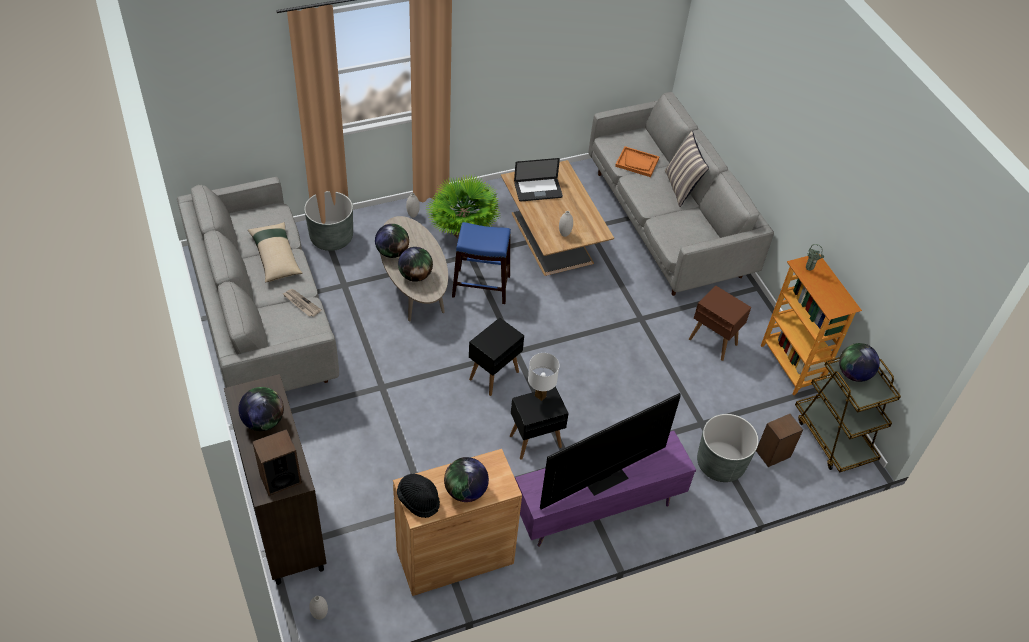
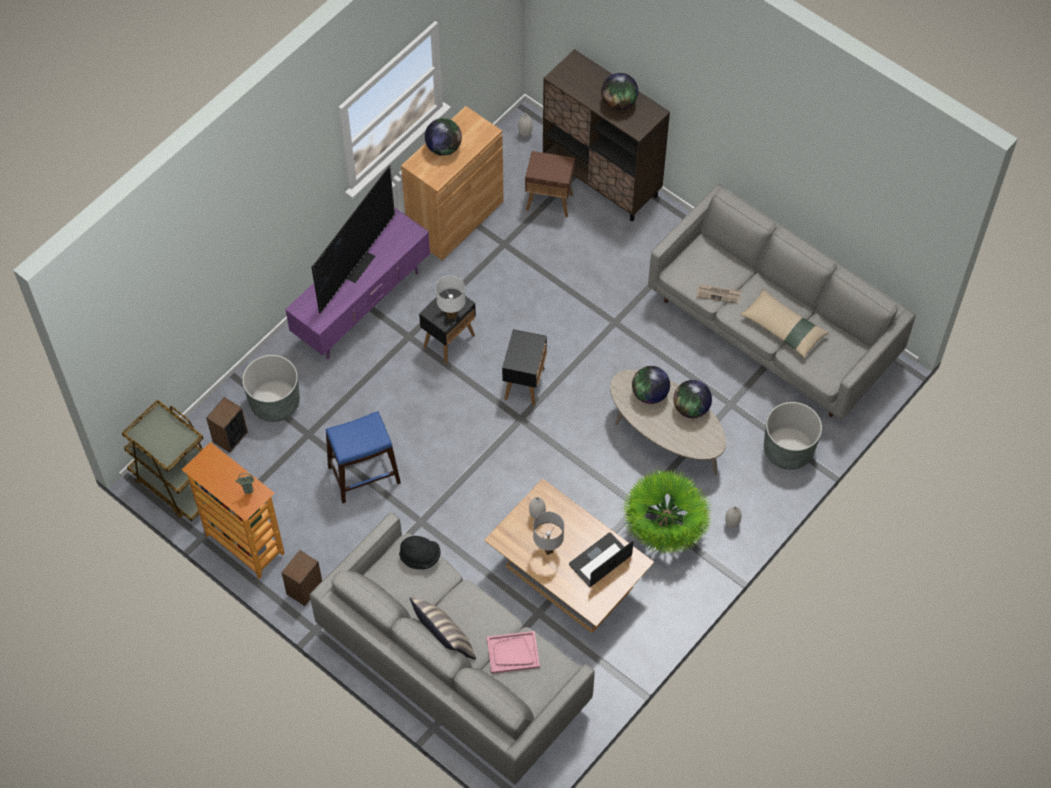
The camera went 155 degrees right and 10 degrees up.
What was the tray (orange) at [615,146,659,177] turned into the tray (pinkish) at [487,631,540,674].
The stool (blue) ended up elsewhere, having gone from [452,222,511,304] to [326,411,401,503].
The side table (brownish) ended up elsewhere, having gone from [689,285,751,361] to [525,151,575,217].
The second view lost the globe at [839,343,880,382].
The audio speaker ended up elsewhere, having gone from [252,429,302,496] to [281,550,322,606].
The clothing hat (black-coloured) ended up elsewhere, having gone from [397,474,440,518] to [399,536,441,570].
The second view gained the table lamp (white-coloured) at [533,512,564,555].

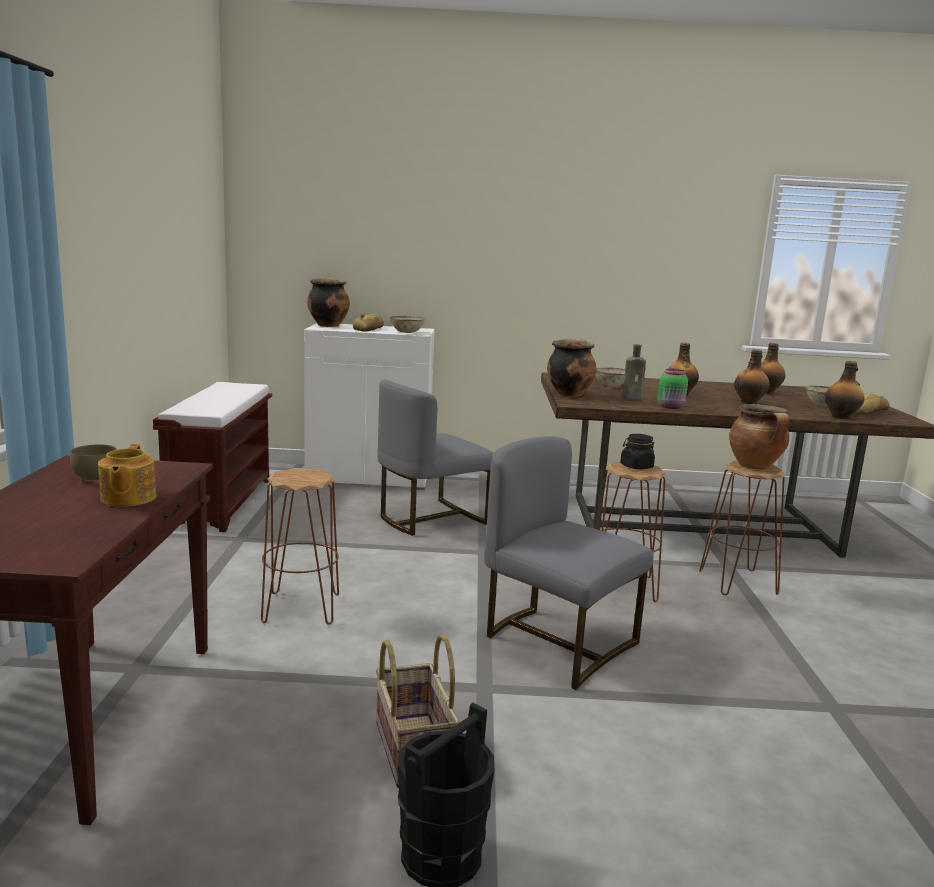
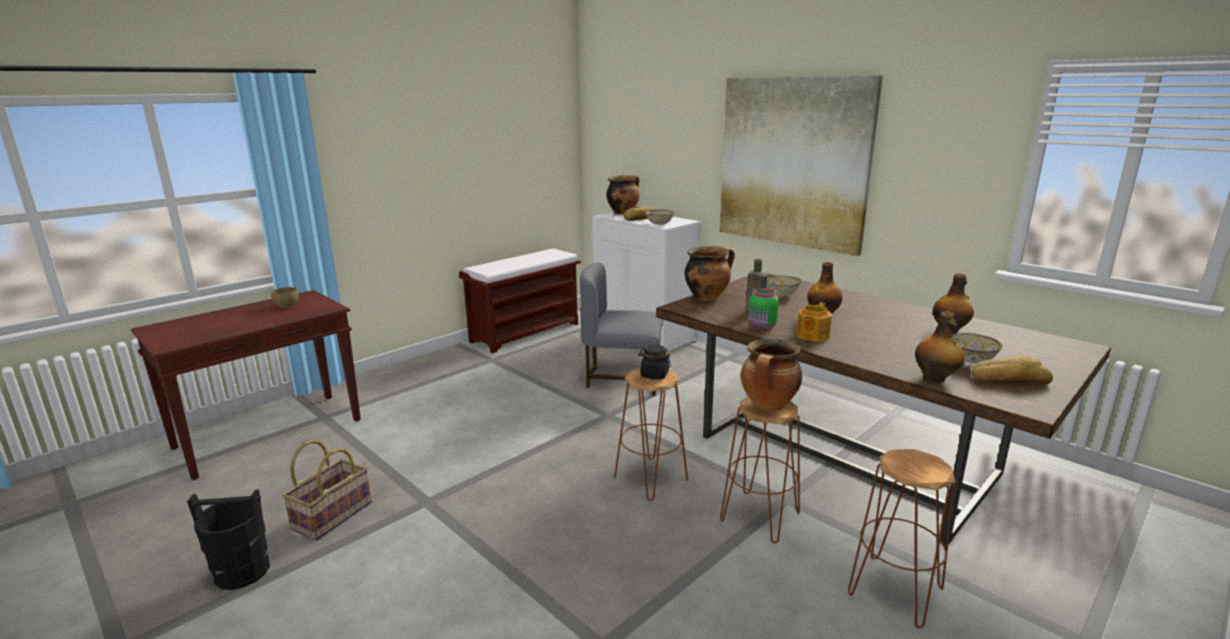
The camera went 45 degrees right and 5 degrees up.
The second view lost the drink bottle at [734,349,770,404].
The second view lost the plain chair (greyish) at [485,436,653,690].
The tea pot ended up elsewhere, having gone from [98,444,157,507] to [796,302,832,342].
The stool (brownish) ended up elsewhere, having gone from [261,468,339,625] to [848,449,956,628].
The second view gained the picture at [720,75,883,256].

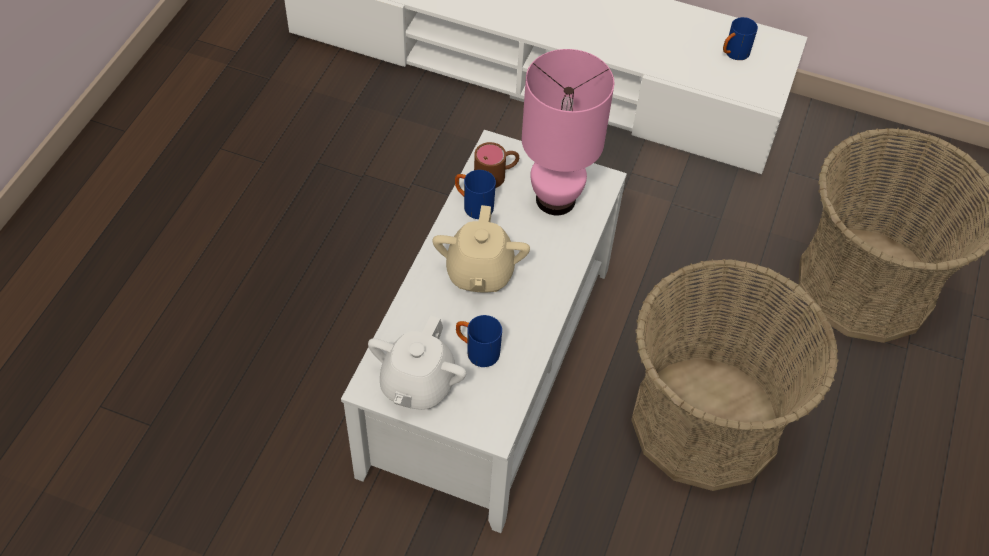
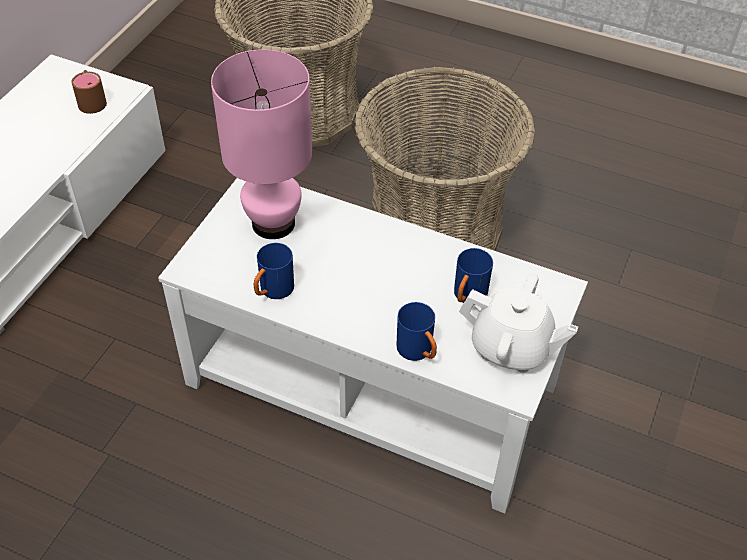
The camera went 85 degrees left and 5 degrees down.
The tea mug (blue) ended up elsewhere, having gone from [723,17,758,60] to [396,302,437,361].
The tea mug (brownish) ended up elsewhere, having gone from [474,142,519,188] to [72,70,107,114].
The second view lost the tea pot (beige) at [432,205,530,292].

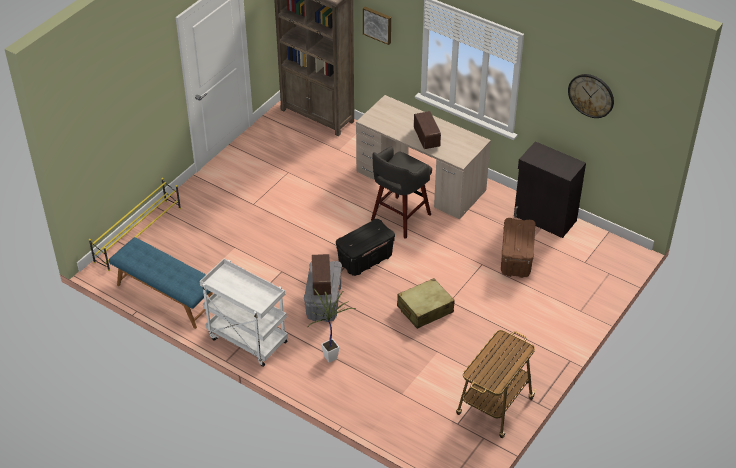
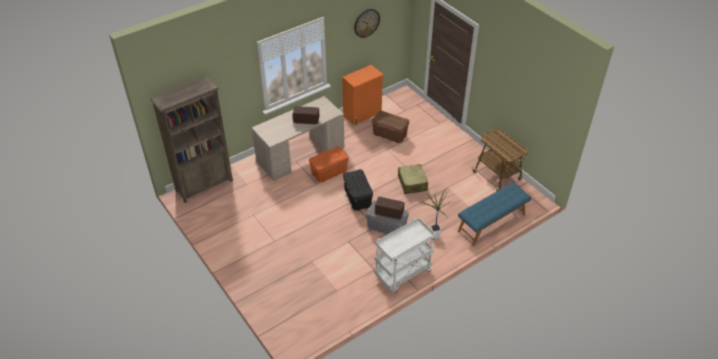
The camera went 70 degrees left and 0 degrees up.
The second view lost the picture at [363,7,391,45].
What was the storage cabinet (black-coloured) at [514,141,586,238] turned into the storage cabinet (orange) at [342,65,384,125].
Where the stool (greyish) stood at [371,146,432,239], the storage container (orange) came to stand at [309,146,349,182].
The second view lost the shoe stand (yellow) at [89,178,181,271].
The indoor bench (blue) ended up elsewhere, having gone from [109,237,213,329] to [458,183,531,246].

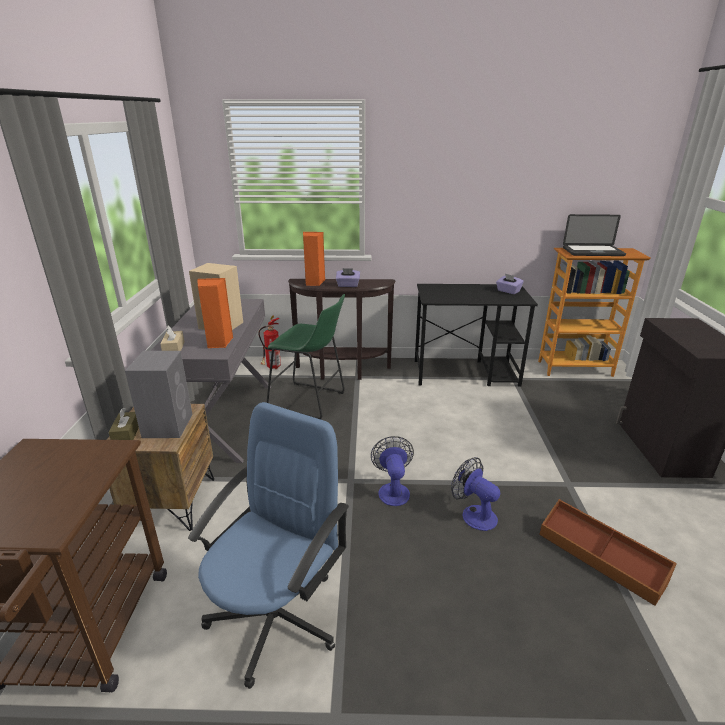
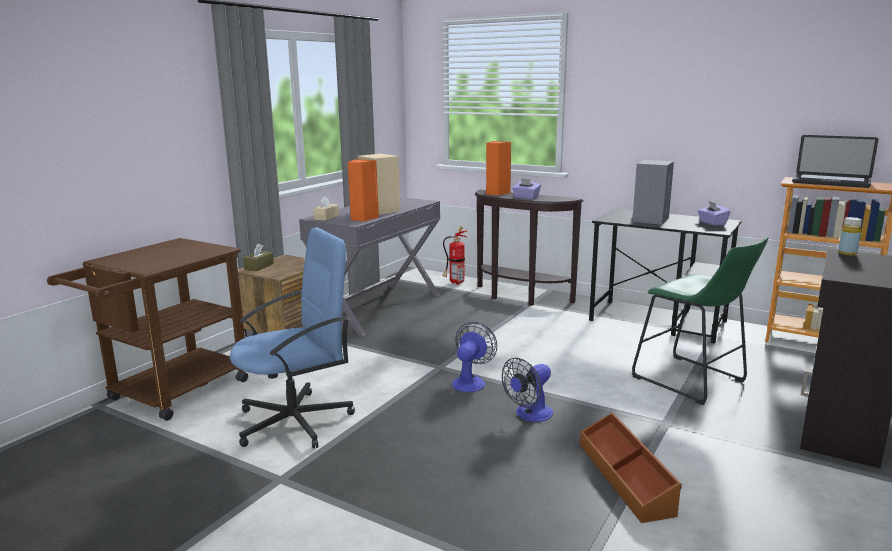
The camera went 30 degrees right and 10 degrees down.
The stool (greenish) ended up elsewhere, having gone from [267,294,345,419] to [632,237,769,405].
The audio speaker (greyish) ended up elsewhere, having gone from [125,351,193,438] to [632,160,674,225].
The electric fan at [451,457,500,531] ended up facing another way, 120 degrees counterclockwise from before.
The second view gained the drink bottle (yellow) at [838,217,862,255].

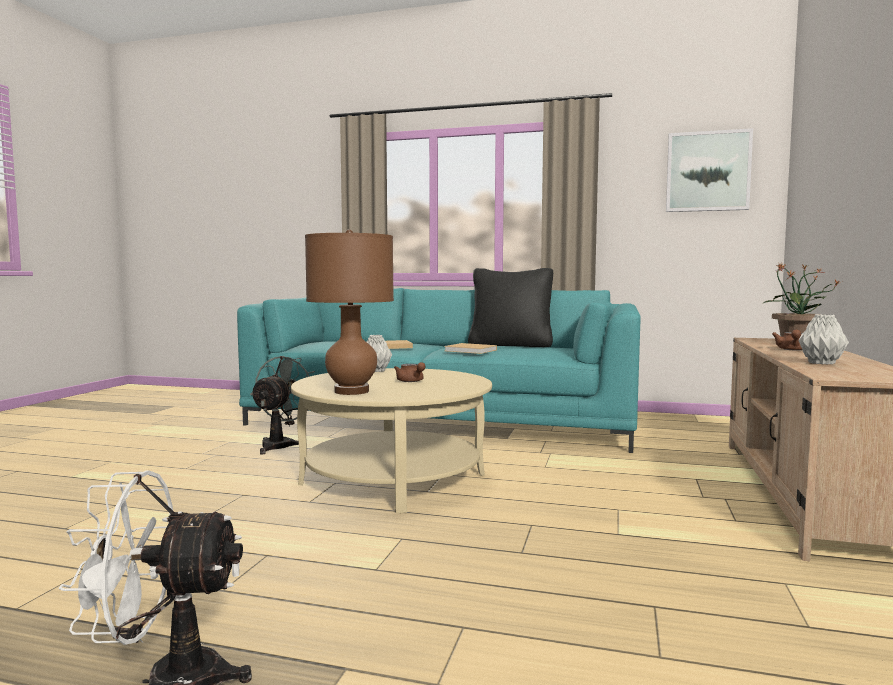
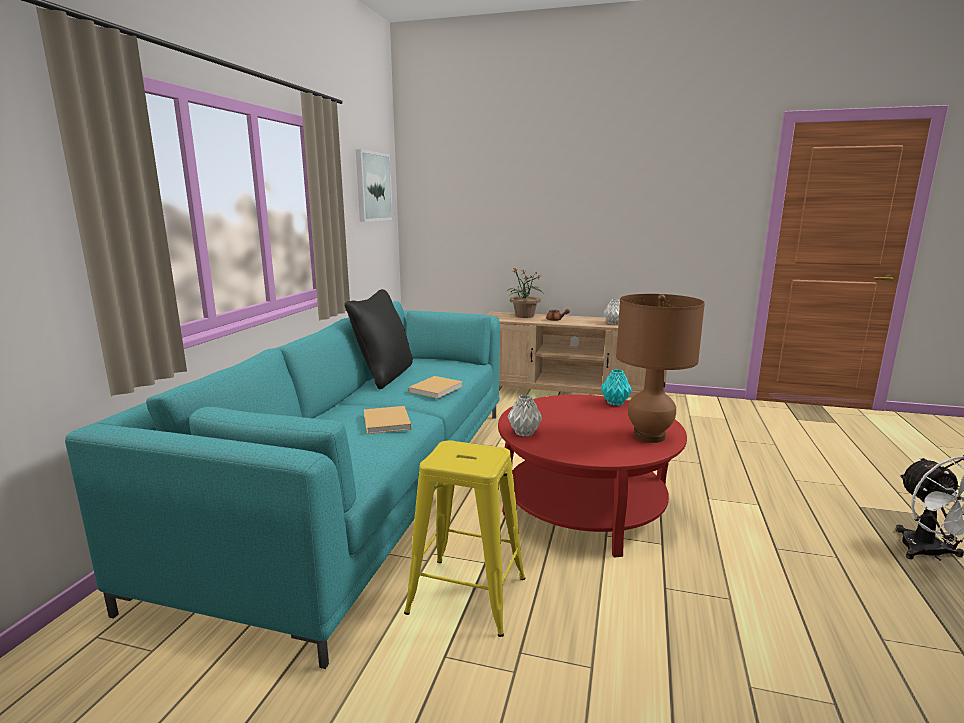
The camera went 90 degrees left and 10 degrees up.
Where the electric fan (greyish) stood at [250,356,315,454], the stool (yellow) came to stand at [404,440,525,637].
The second view lost the tea pot (brownish) at [394,362,425,382].
What was the coffee table (beige) at [291,368,492,513] turned into the coffee table (red) at [498,395,687,558].
The second view gained the vase (turquoise-coloured) at [601,369,632,406].

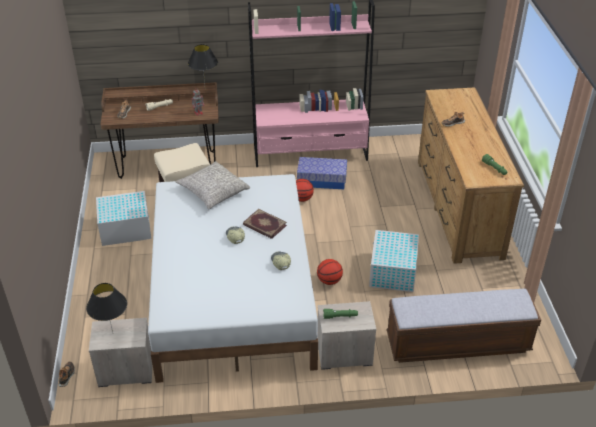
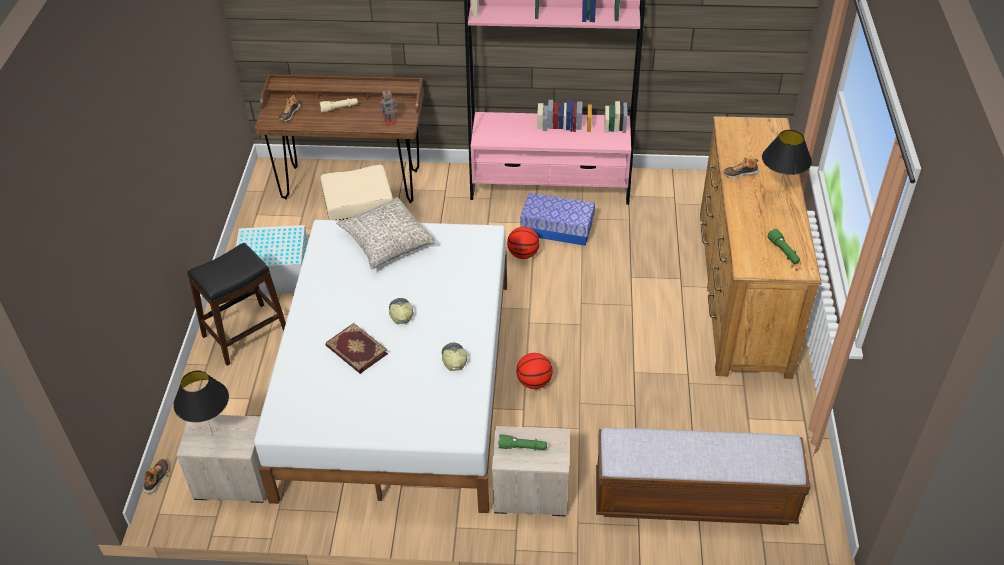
The camera went 10 degrees right and 5 degrees up.
The table lamp (black-coloured) ended up elsewhere, having gone from [188,44,218,83] to [762,130,812,198].
The volume ended up elsewhere, having gone from [243,209,287,239] to [326,323,388,374].
The second view lost the storage container (white-coloured) at [369,230,419,292].
The second view gained the stool (black-coloured) at [187,243,286,366].

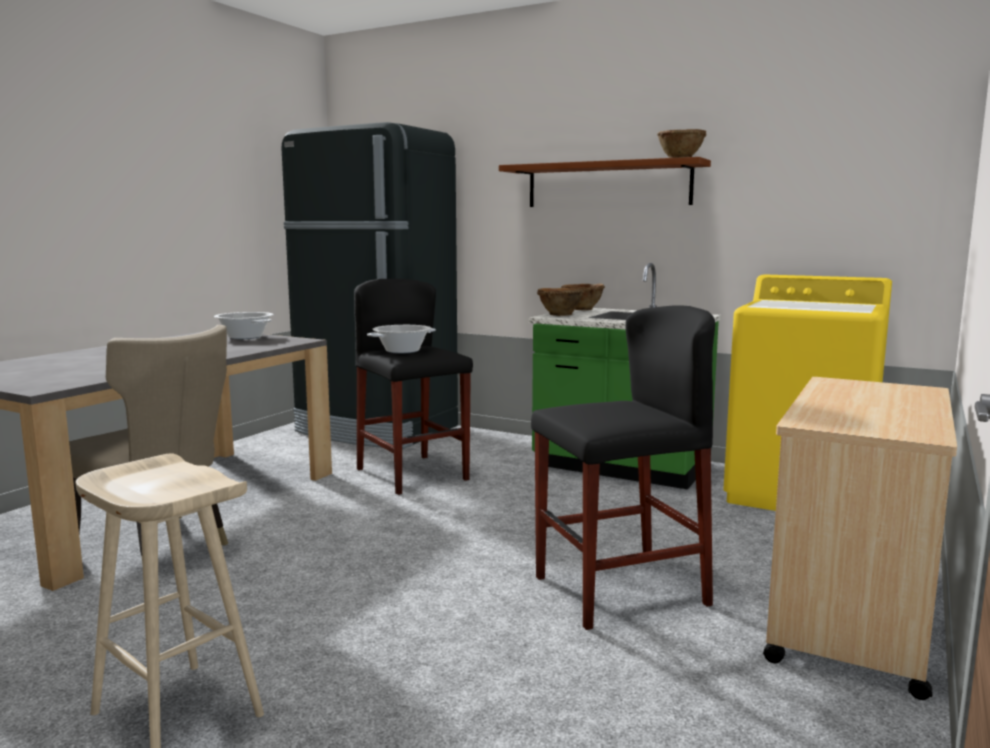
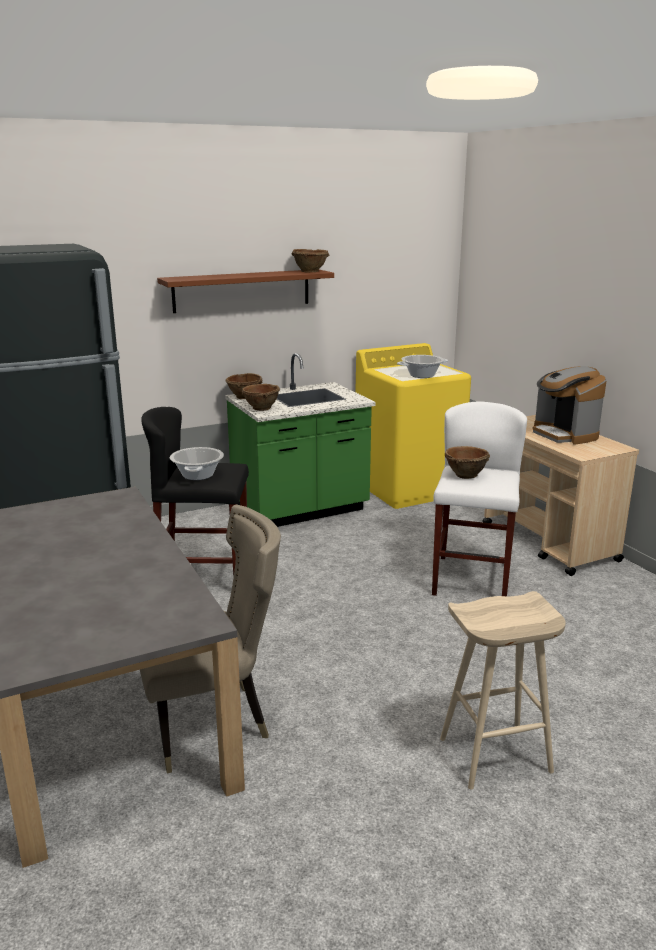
The camera went 55 degrees left and 10 degrees up.
What was the stool (black-coloured) at [531,305,715,630] turned into the stool (white-coloured) at [432,402,527,596].
The cooking pot ended up elsewhere, having gone from [214,312,274,339] to [397,355,448,378].
The second view gained the coffee maker at [533,366,607,445].
The second view gained the serving bowl (brownish) at [445,446,490,479].

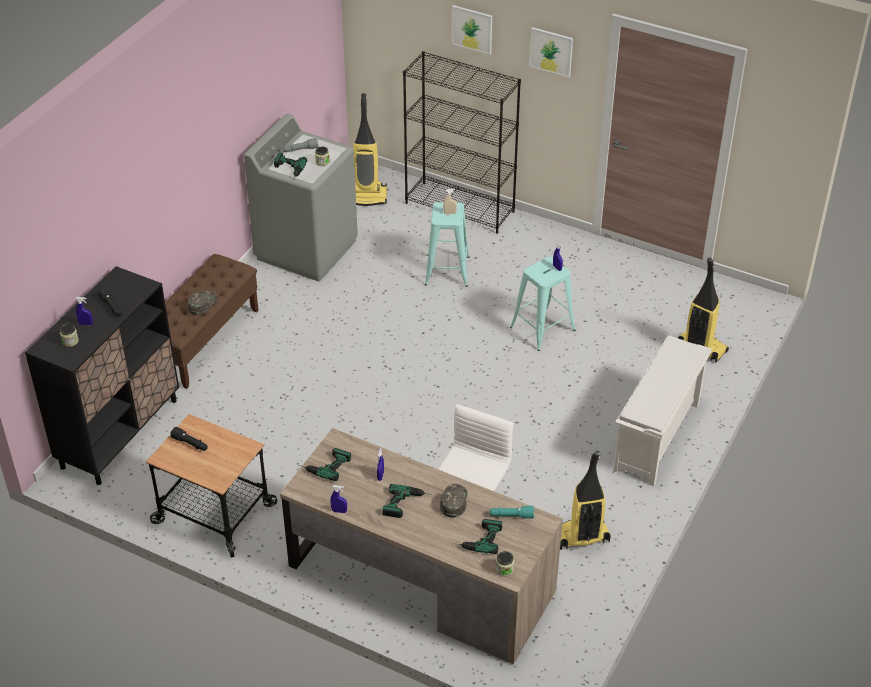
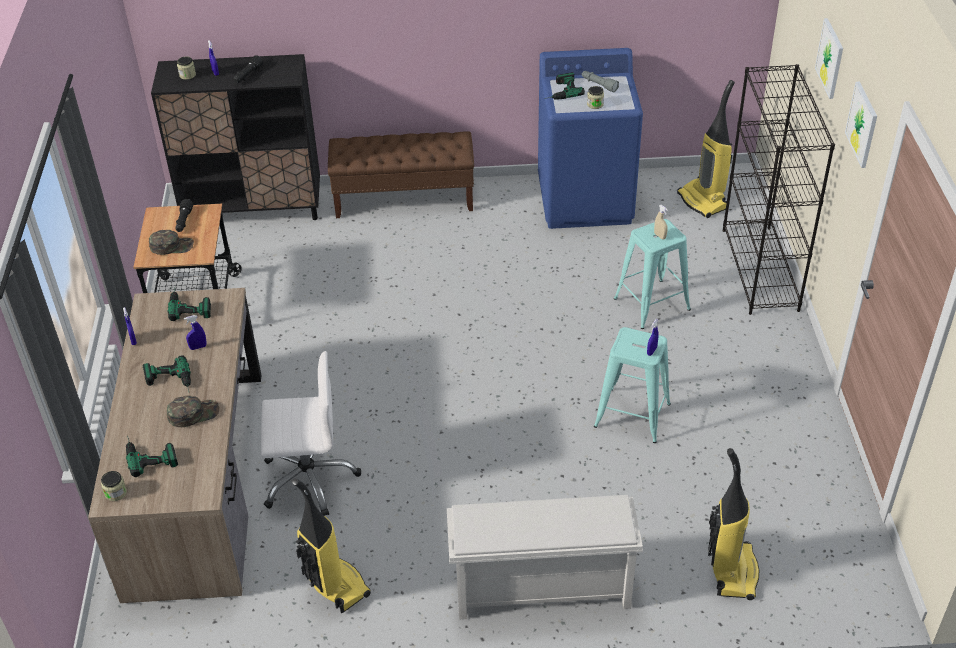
The camera went 60 degrees right and 0 degrees up.
What was the laundry appliance (greyish) at [244,114,358,281] turned into the laundry appliance (blue) at [538,48,643,229].
The baseball cap (greenish) ended up elsewhere, having gone from [188,291,218,315] to [149,230,194,255].
The second view lost the torch (turquoise-coloured) at [490,506,534,519].

